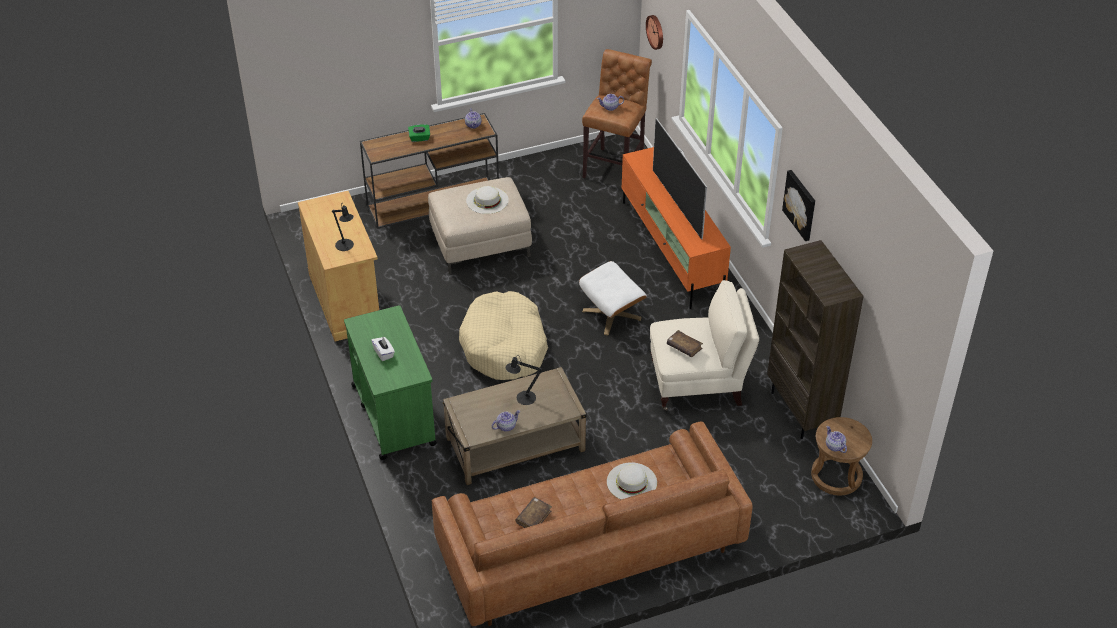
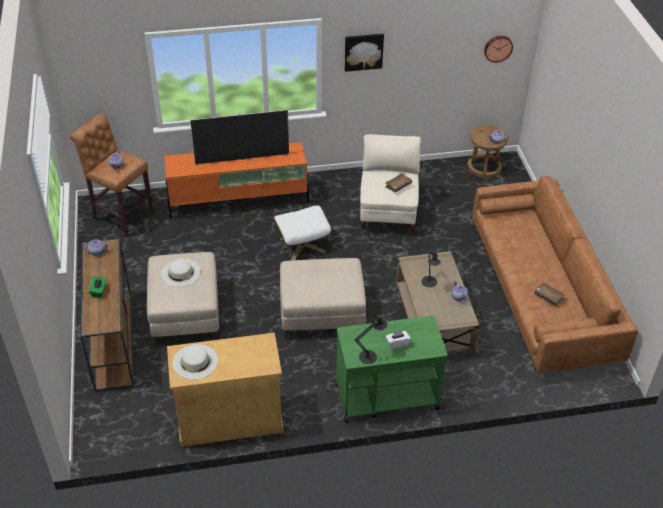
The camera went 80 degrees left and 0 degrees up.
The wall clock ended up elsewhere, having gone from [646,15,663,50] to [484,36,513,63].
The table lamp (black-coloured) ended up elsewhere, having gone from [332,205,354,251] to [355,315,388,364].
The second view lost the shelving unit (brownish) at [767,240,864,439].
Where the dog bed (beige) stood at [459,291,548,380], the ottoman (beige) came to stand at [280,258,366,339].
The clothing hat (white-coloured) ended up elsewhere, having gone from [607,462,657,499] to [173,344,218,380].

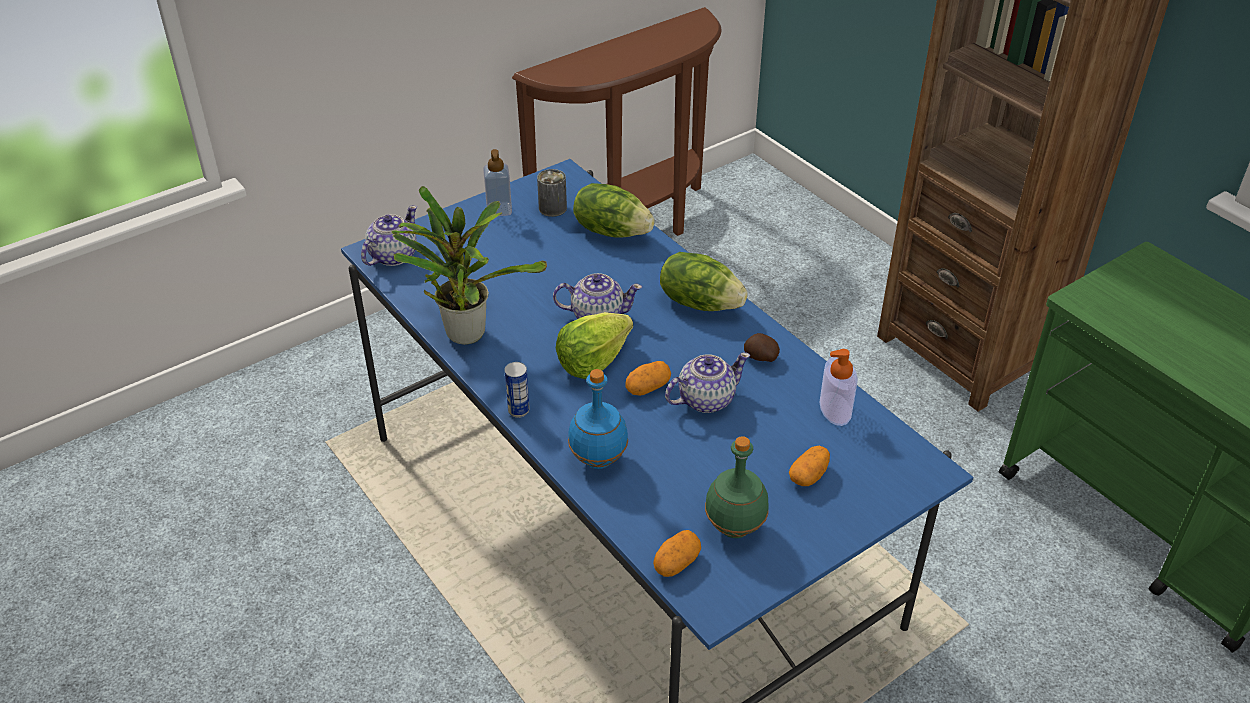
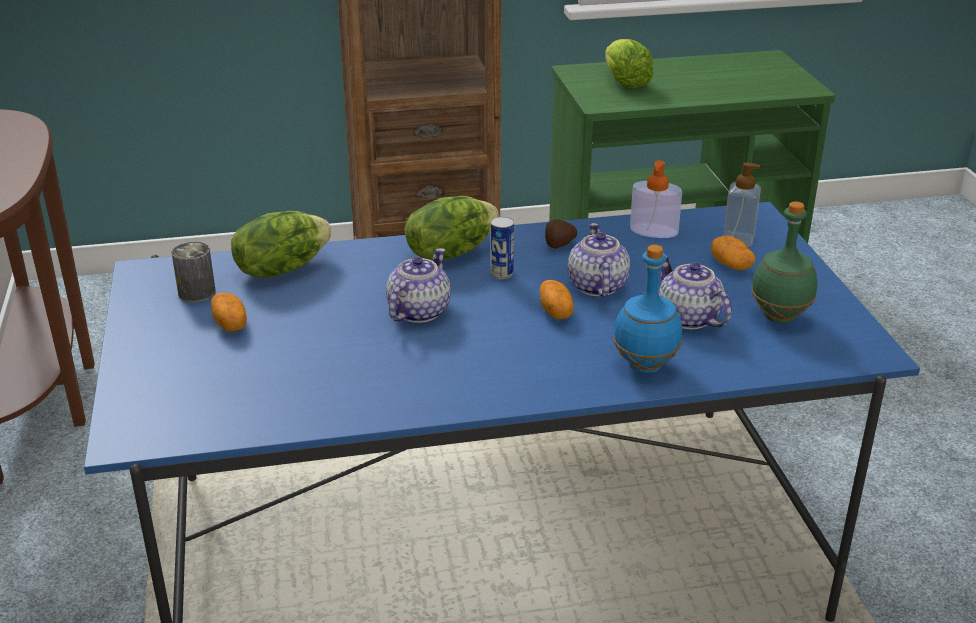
The camera went 65 degrees left and 10 degrees down.
The liquid soap bottle ended up elsewhere, having gone from [483,149,512,216] to [723,162,761,247].
The second view lost the plant in a pot at [391,186,547,345].
The tea pot ended up elsewhere, having gone from [361,205,417,266] to [659,256,732,329].
The lettuce head ended up elsewhere, having gone from [556,312,633,379] to [606,39,653,88].
The metal can ended up elsewhere, having gone from [504,362,530,418] to [491,217,514,280].
The potato ended up elsewhere, having gone from [653,530,701,577] to [211,292,247,332].

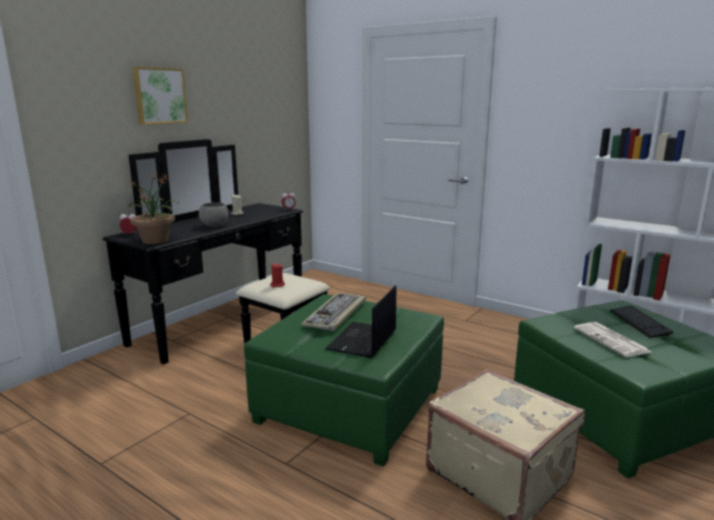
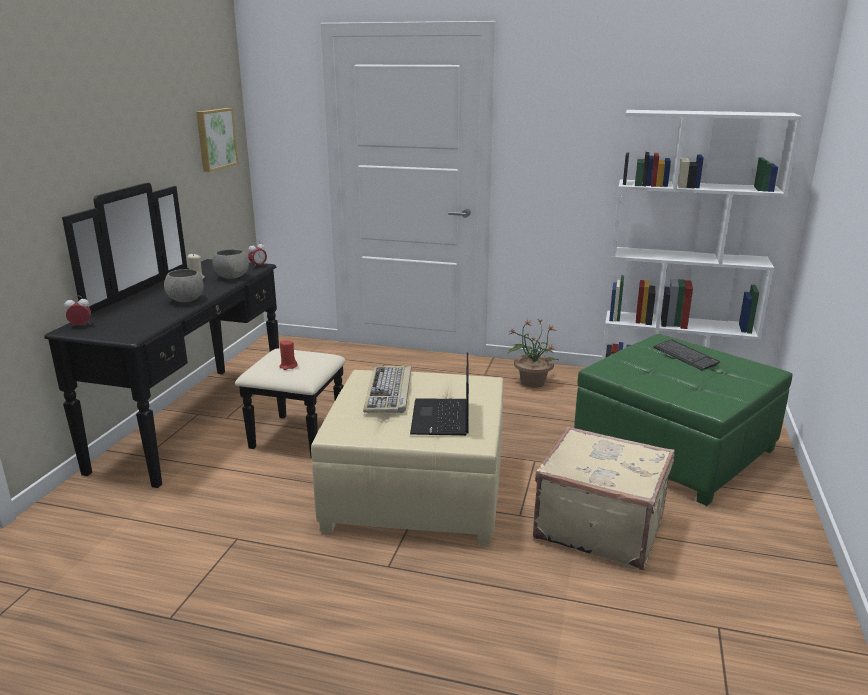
The camera went 20 degrees left and 5 degrees up.
The picture ended up elsewhere, having gone from [132,67,188,125] to [196,108,239,172].
The plant in a pot ended up elsewhere, having gone from [128,173,178,244] to [507,319,559,388].
What was the ottoman (greenish) at [244,294,444,467] turned into the ottoman (beige) at [311,370,503,546].
The second view lost the printed paper at [574,322,651,357].
The second view gained the serving bowl (greyish) at [212,249,249,279].

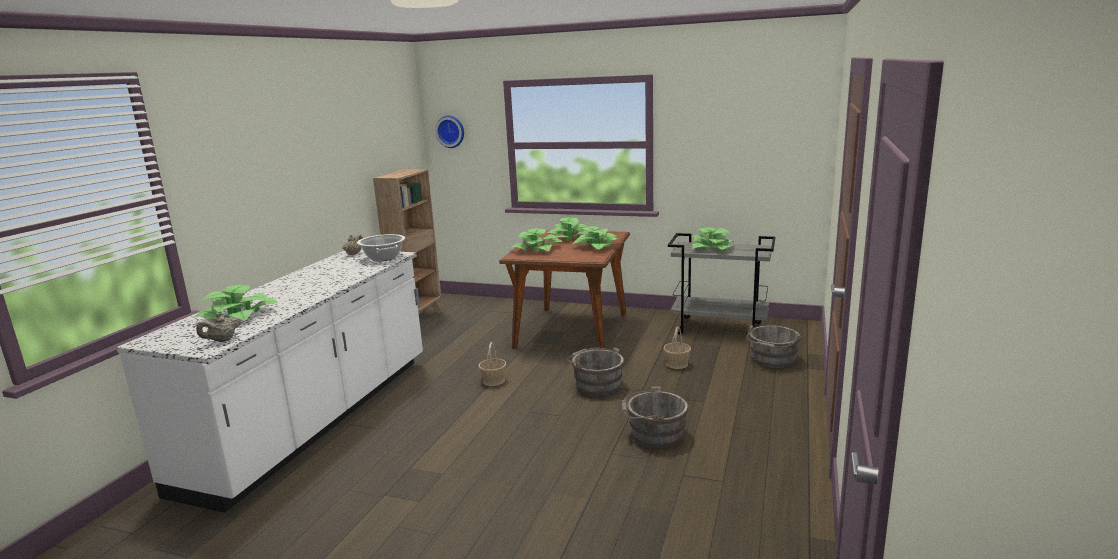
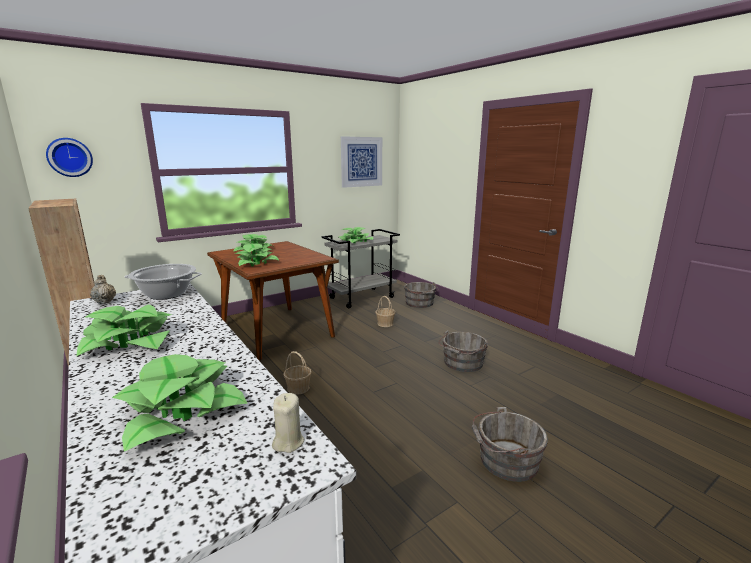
The camera went 55 degrees left and 0 degrees up.
The plant in a pot ended up elsewhere, having gone from [572,226,617,250] to [76,304,171,356].
Where the tea pot (beige) stood at [196,313,241,342], the wax candle (beige) came to stand at [272,393,304,453].
The bucket (greyish) ended up elsewhere, having gone from [567,348,624,396] to [472,407,548,482].
The second view gained the picture at [341,136,382,188].

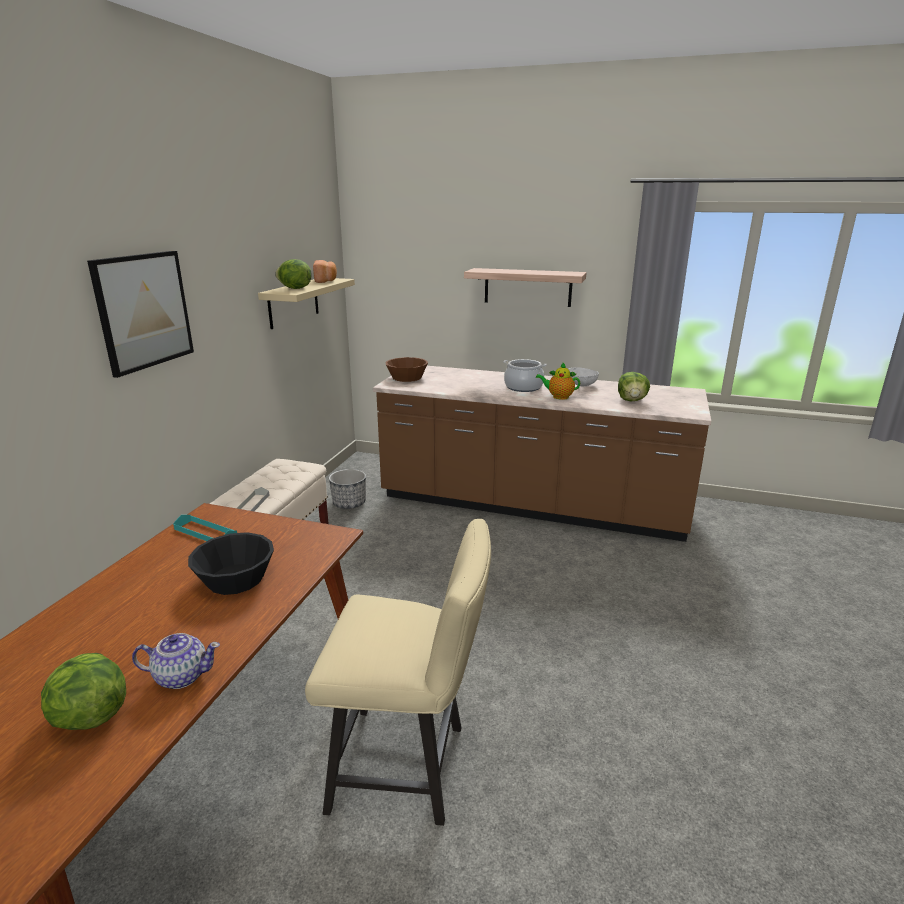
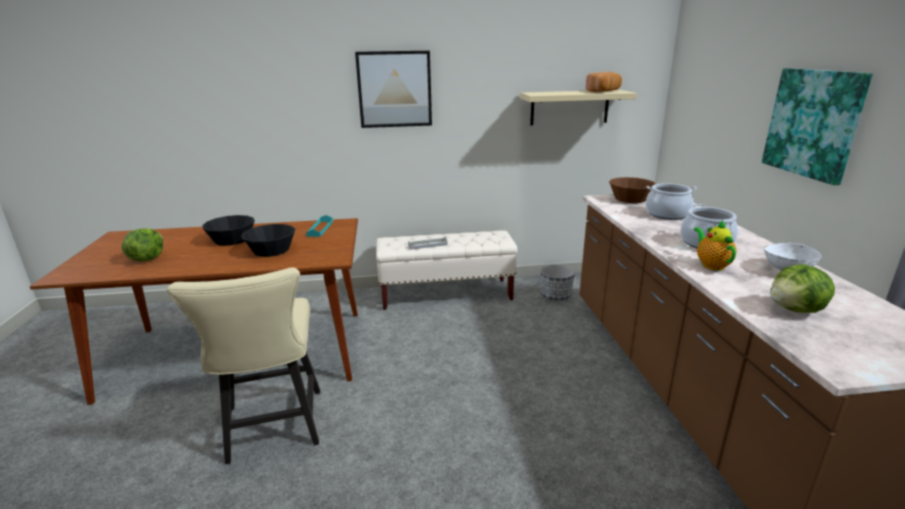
The camera went 65 degrees right and 0 degrees up.
The second view lost the lettuce head at [275,259,312,289].
Where the wall shelf hung at [464,268,586,307], the picture came to hang at [762,68,873,185].
The second view lost the tea pot at [132,633,220,689].
The second view gained the cooking pot at [646,183,698,220].
The second view gained the serving bowl (black-coloured) at [202,215,255,246].

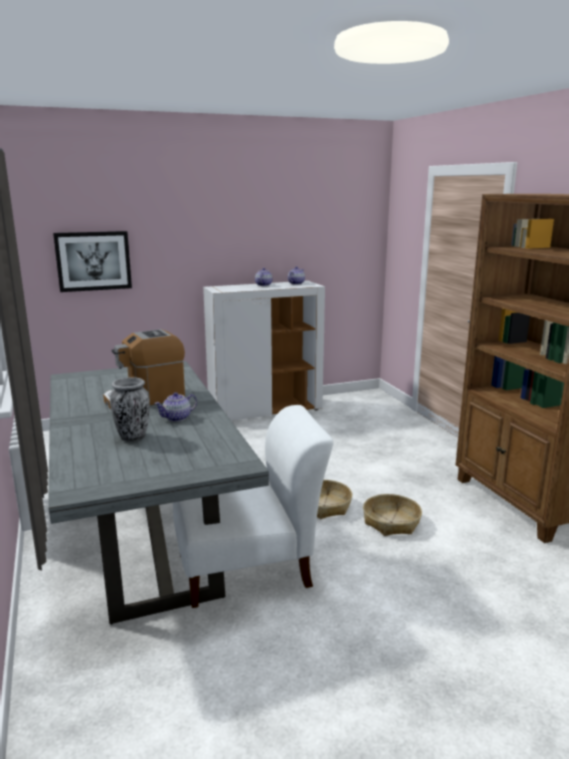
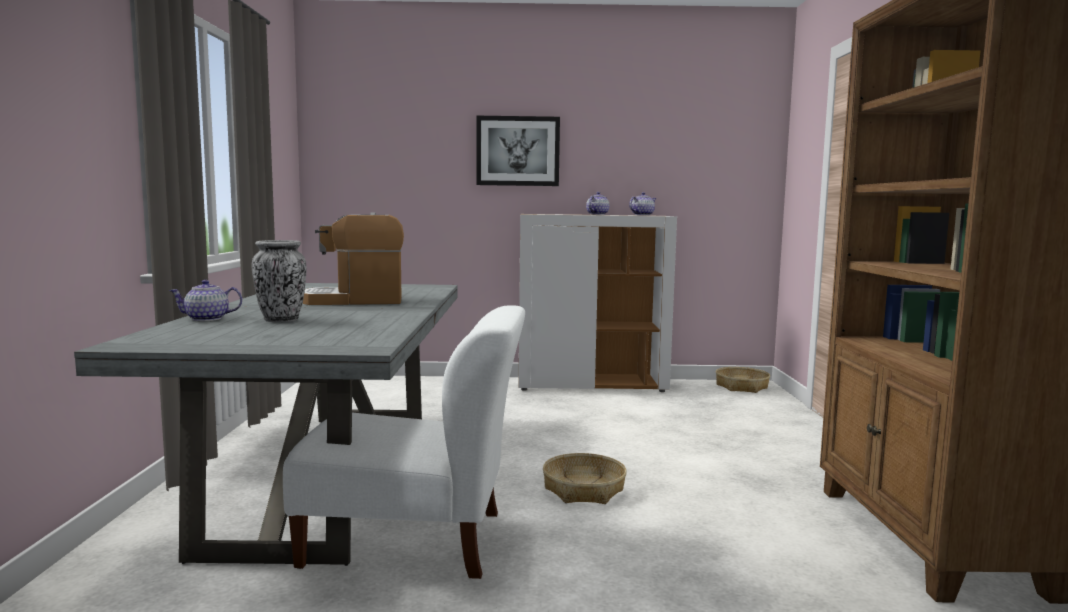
The camera went 20 degrees right and 10 degrees down.
The picture ended up elsewhere, having gone from [53,231,132,292] to [476,116,560,186].
The tea pot ended up elsewhere, having gone from [154,392,197,422] to [169,280,243,321].
The household basket ended up elsewhere, having gone from [363,494,422,536] to [716,367,770,393].

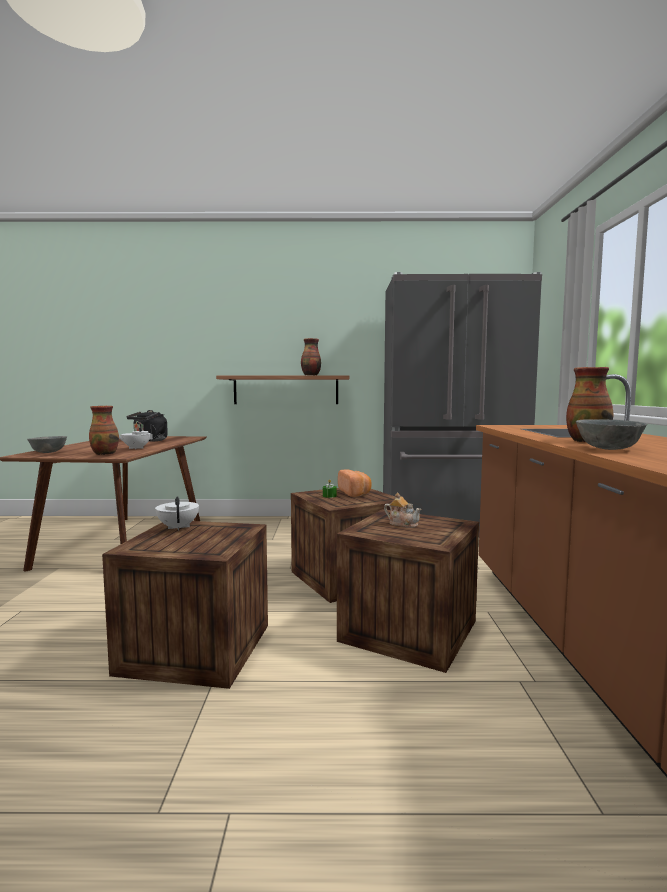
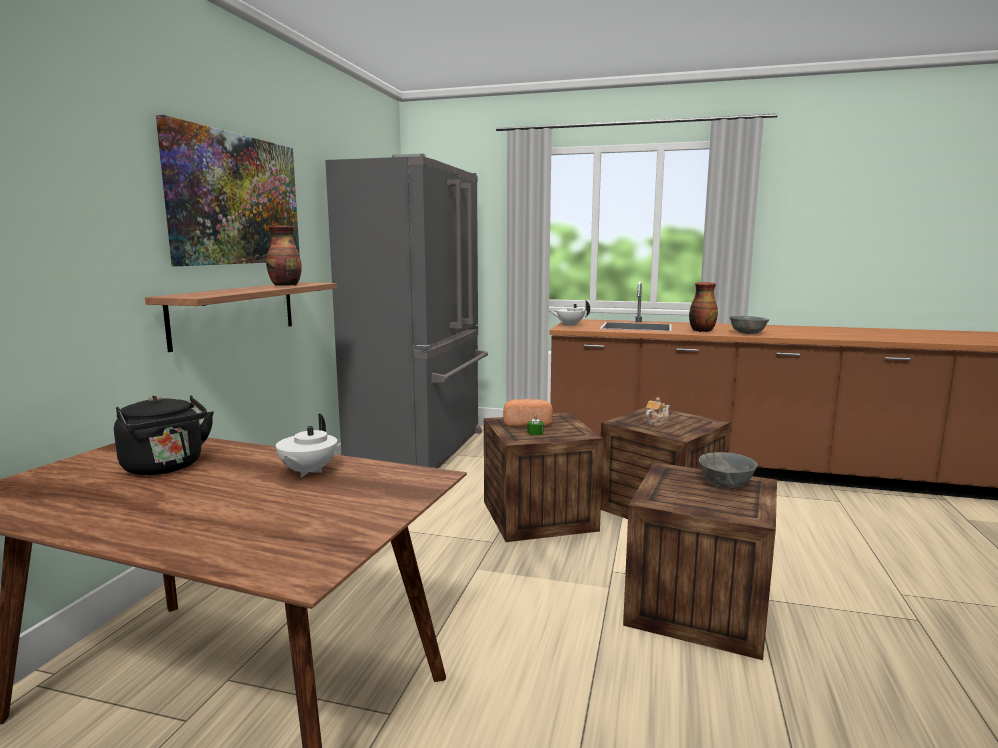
The camera went 75 degrees left and 5 degrees up.
The second view lost the vase at [89,406,119,455].
The serving bowl (greyish) ended up elsewhere, having gone from [27,436,67,453] to [699,452,758,488].
The tea pot (white-coloured) ended up elsewhere, having gone from [155,496,199,531] to [549,301,590,326].
The second view gained the picture at [156,115,300,266].

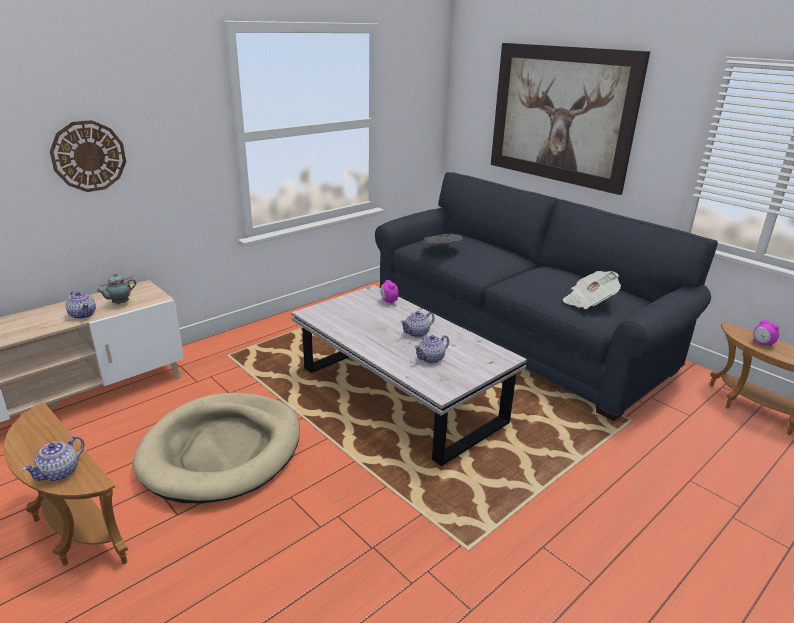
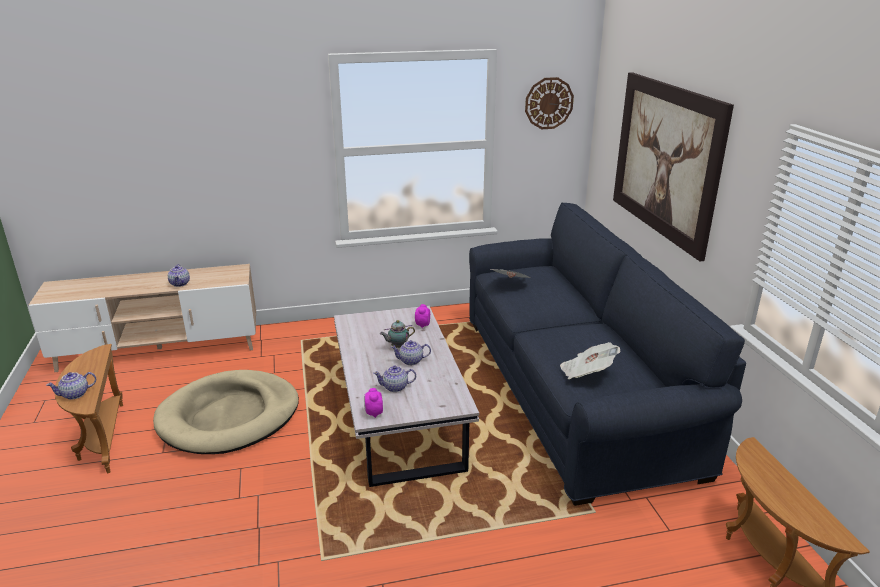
The camera went 30 degrees right and 0 degrees up.
The wall clock ended up elsewhere, having gone from [50,120,126,192] to [525,77,574,129].
The tea pot ended up elsewhere, having gone from [96,273,136,305] to [380,320,415,348].
The bedside clock ended up elsewhere, having gone from [753,320,779,347] to [364,388,383,418].

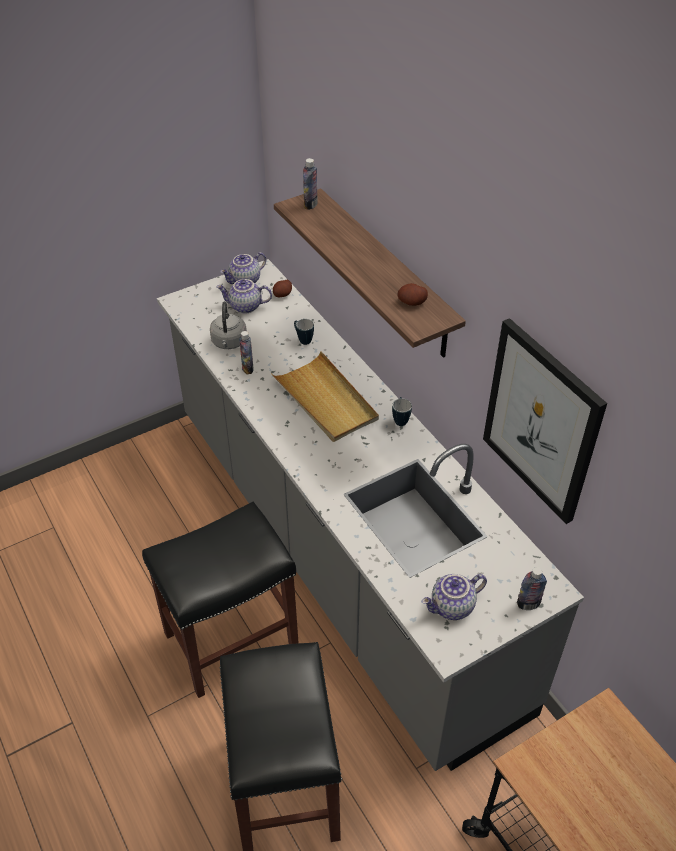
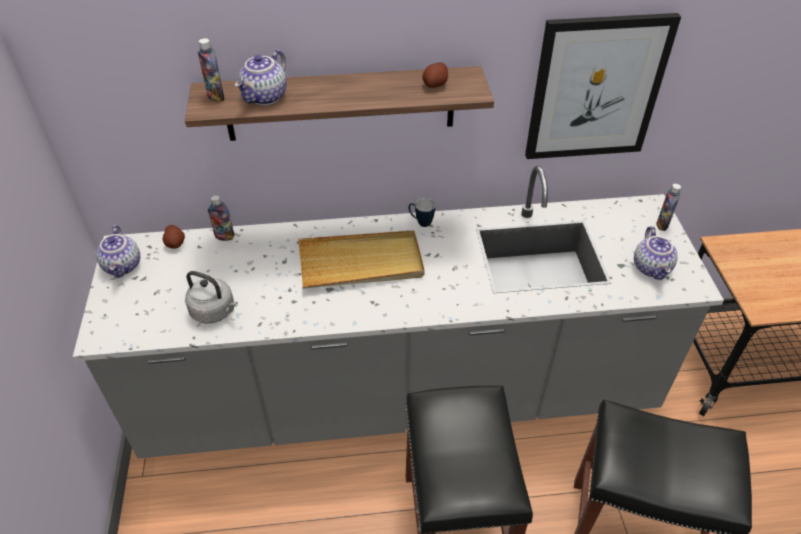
The camera went 65 degrees left and 0 degrees up.
The tea pot ended up elsewhere, having gone from [216,279,272,314] to [235,49,287,105].
The second view lost the tea mug at [294,319,314,345].
The drink bottle ended up elsewhere, having gone from [239,331,254,374] to [208,195,235,241].

